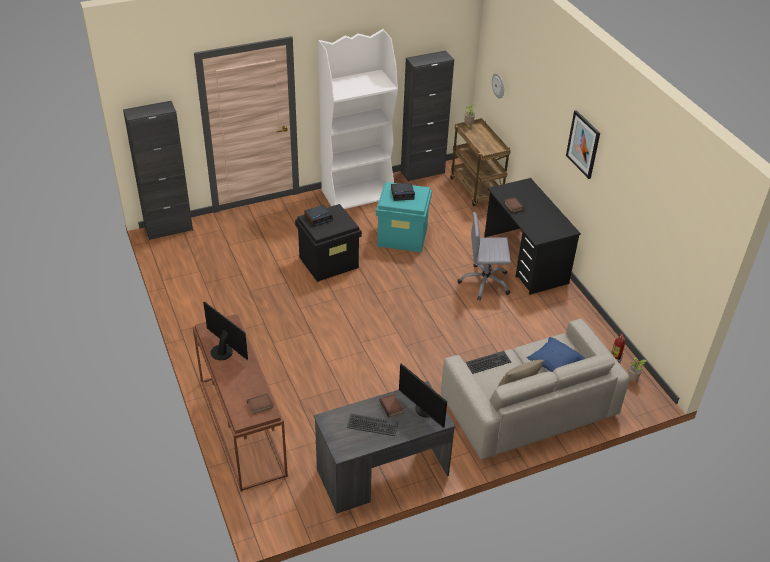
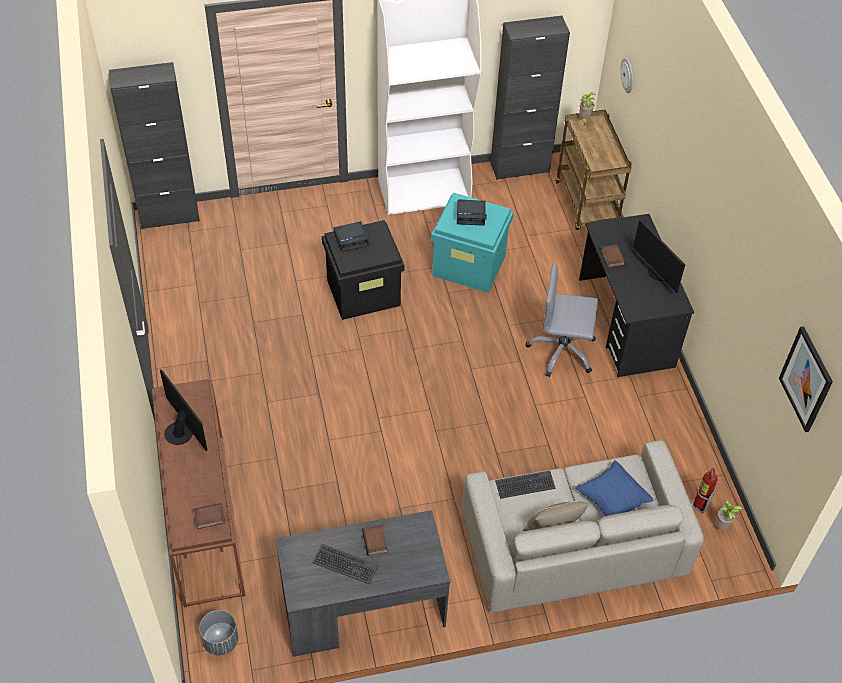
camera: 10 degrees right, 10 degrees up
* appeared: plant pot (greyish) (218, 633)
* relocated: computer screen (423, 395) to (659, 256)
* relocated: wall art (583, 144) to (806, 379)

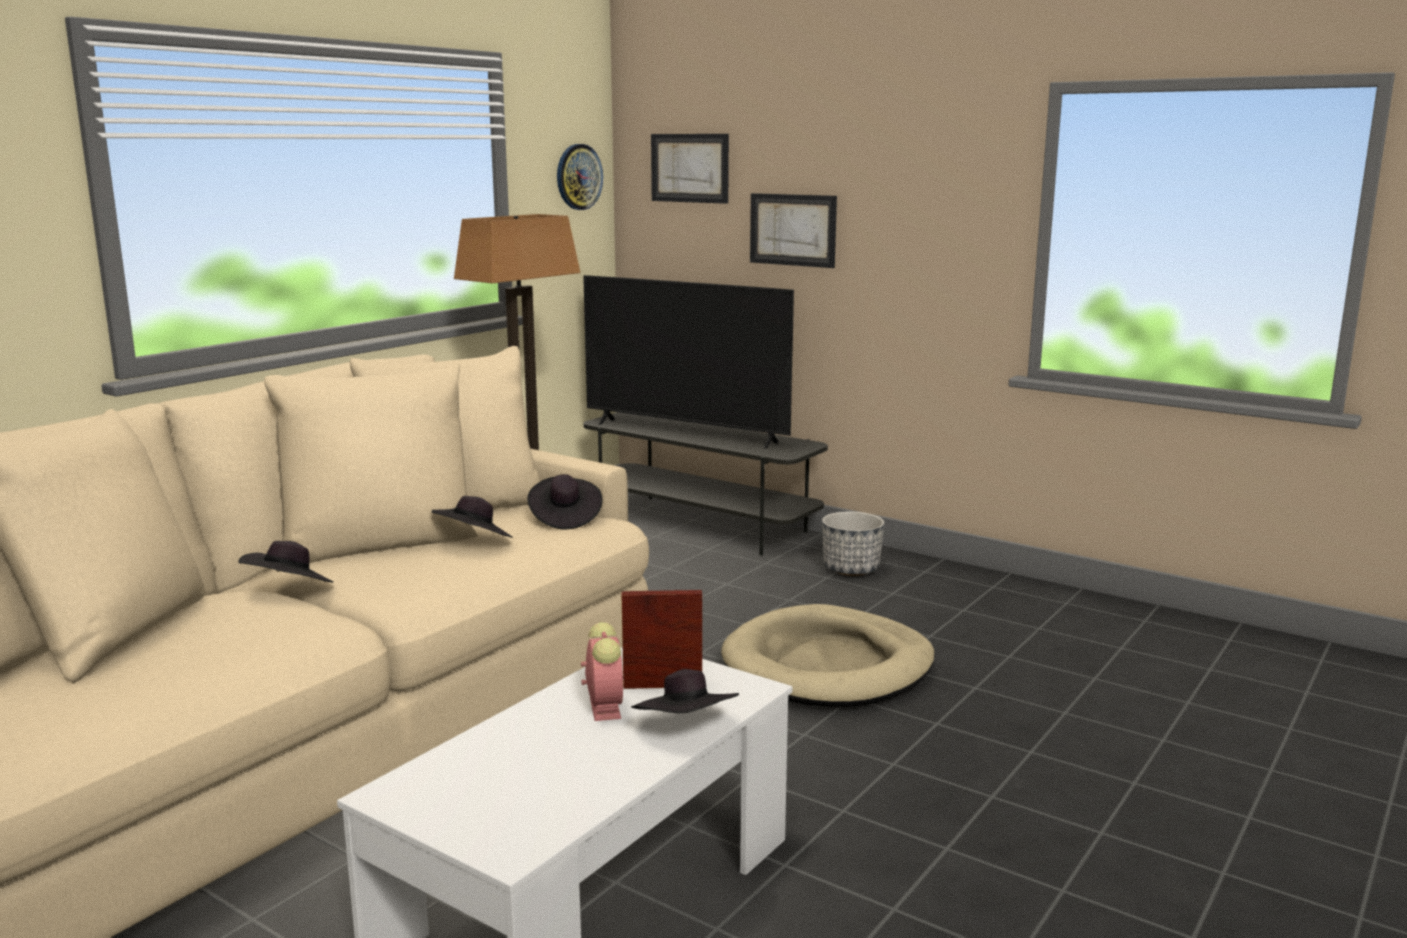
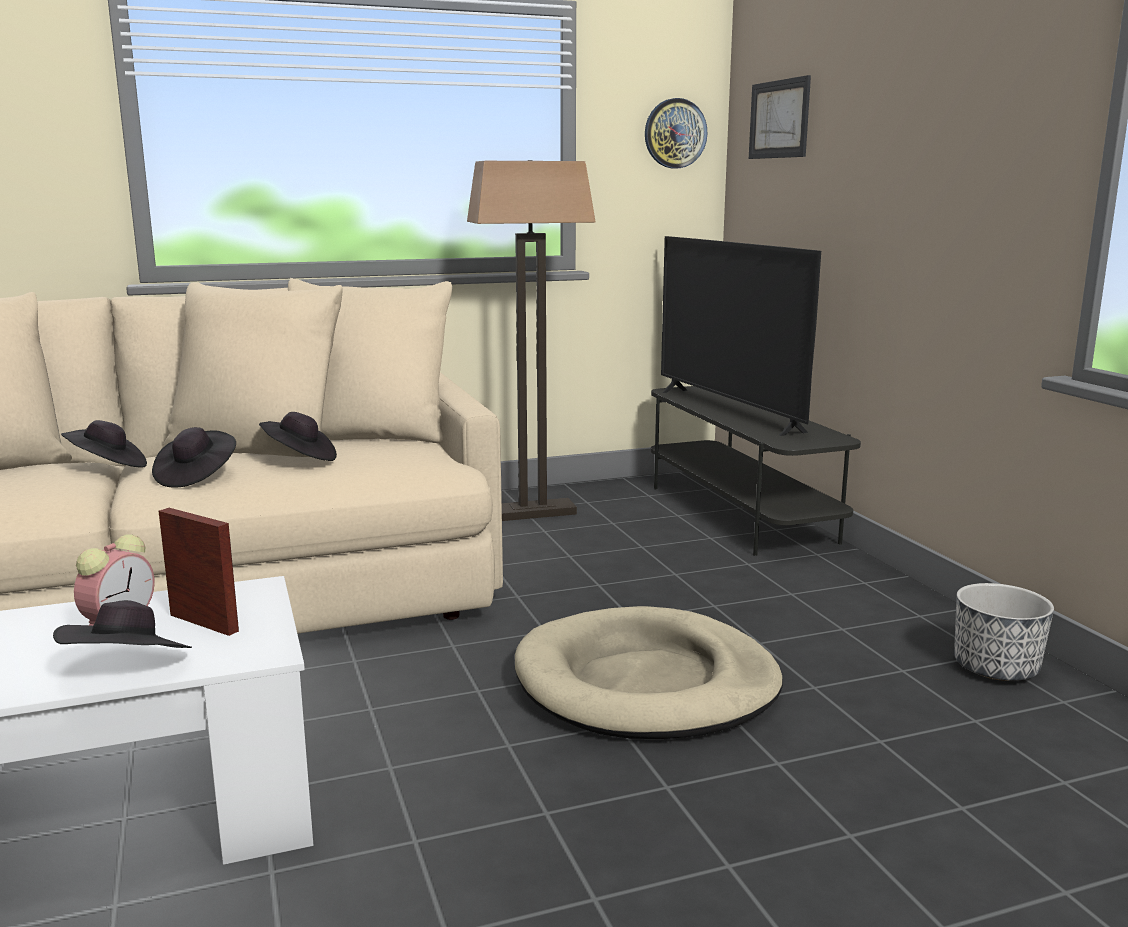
camera: 35 degrees right, 0 degrees up
* relocated: wearable hat (black-coloured) (565, 501) to (194, 457)
* relocated: plant pot (853, 543) to (1004, 632)
* missing: wall art (793, 230)

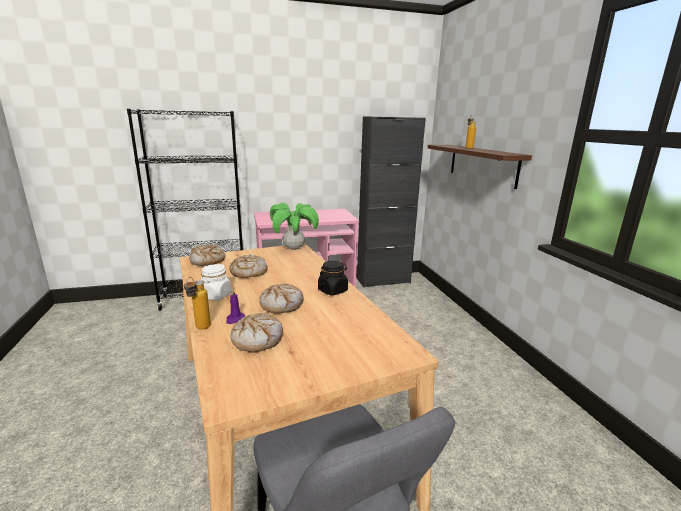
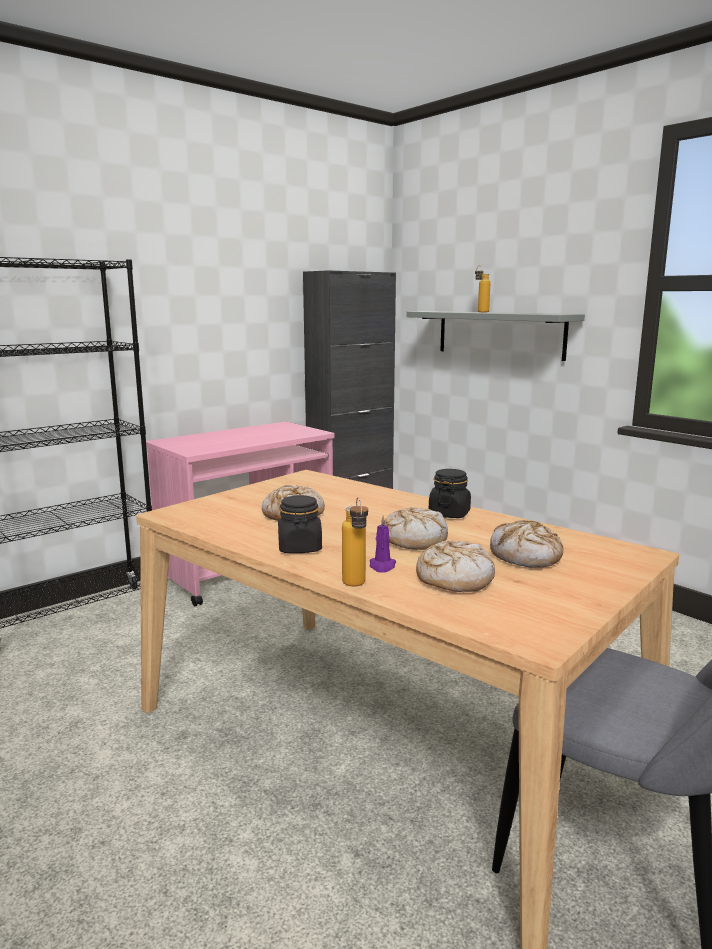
camera: 25 degrees left, 5 degrees down
* colour: preserve jar (white) (216, 282) to preserve jar (black-coloured) (300, 524)
* colour: shelf (brown-coloured) (480, 167) to shelf (greyish) (495, 336)
* relocated: baked bread (207, 255) to (527, 544)
* missing: houseplant (294, 226)

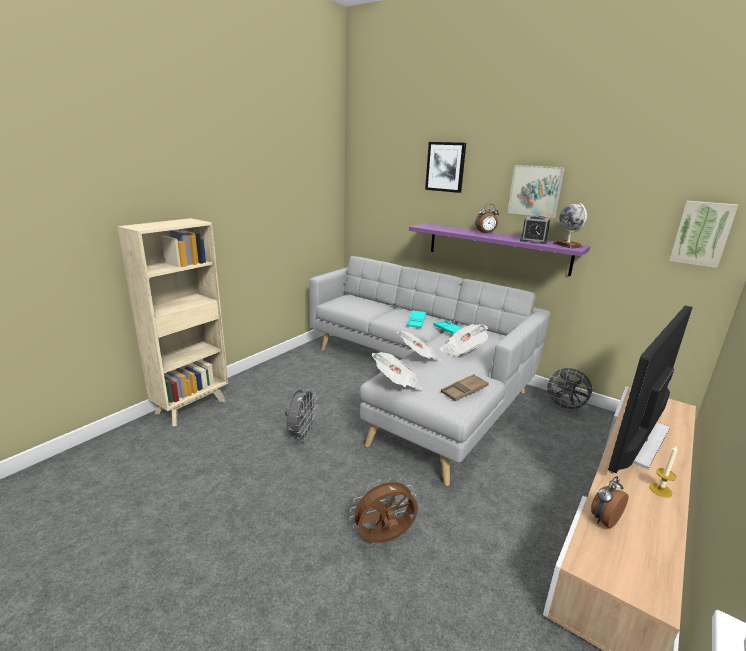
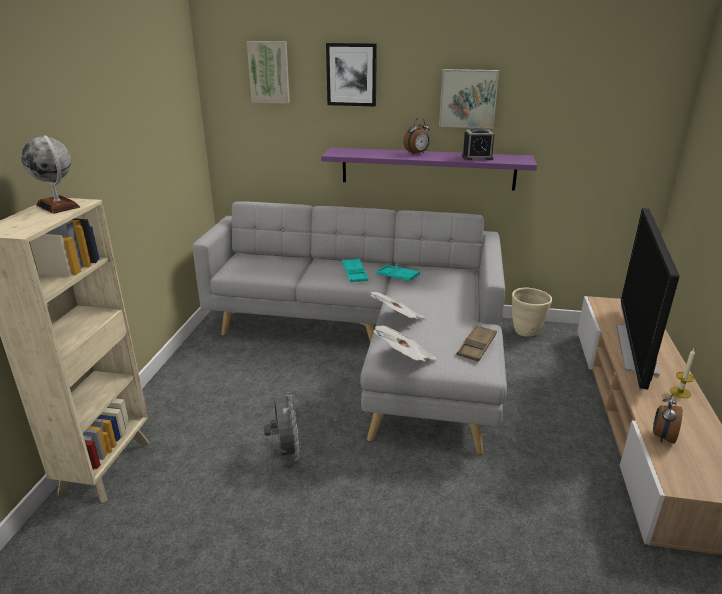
camera: 25 degrees left, 5 degrees up
* relocated: world globe (570, 225) to (50, 175)
* relocated: wall art (703, 234) to (268, 72)
* exchanged: fan (greyish) (569, 390) to plant pot (beige) (532, 312)
* missing: fan (brown-coloured) (383, 509)
* missing: printed paper (464, 340)

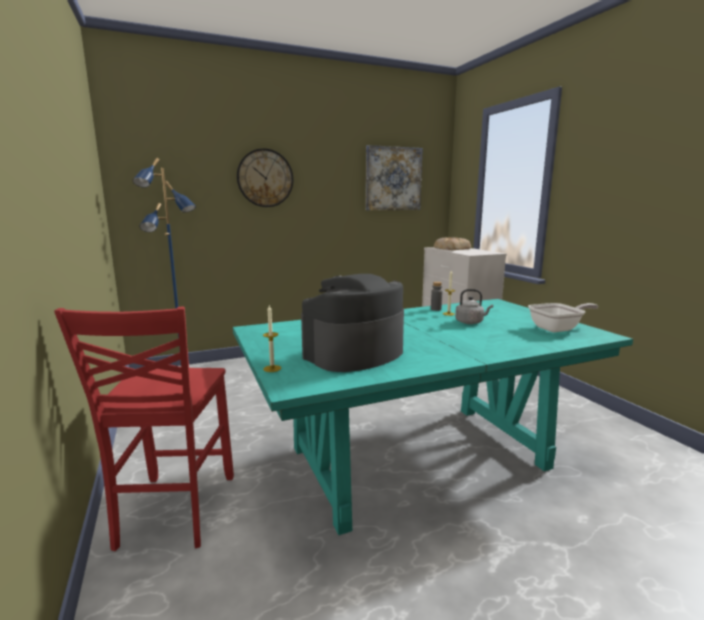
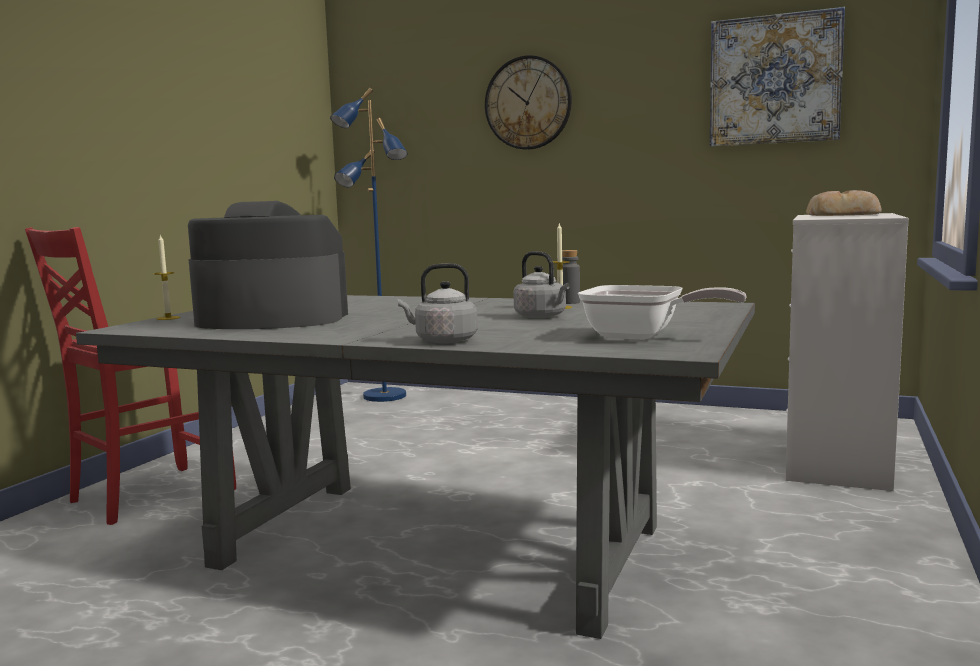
camera: 45 degrees right, 5 degrees down
* colour: dinner table (turquoise) (433, 417) to dinner table (greyish) (415, 467)
* appeared: kettle (greyish) (438, 303)

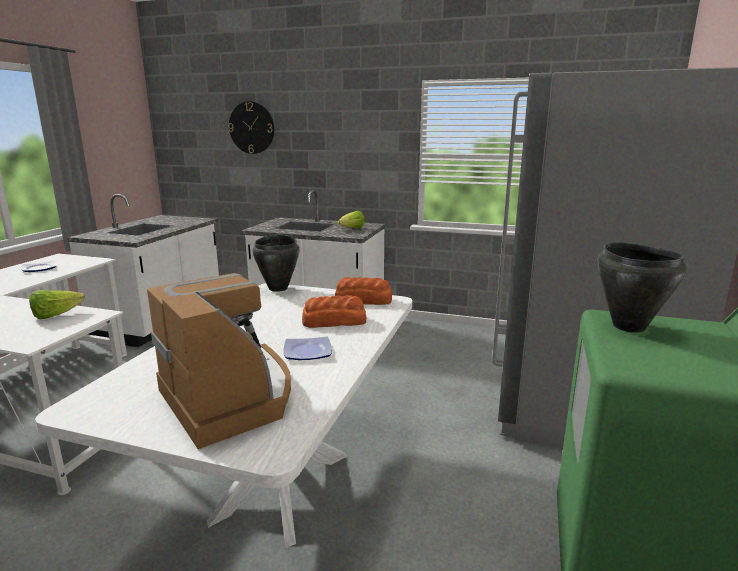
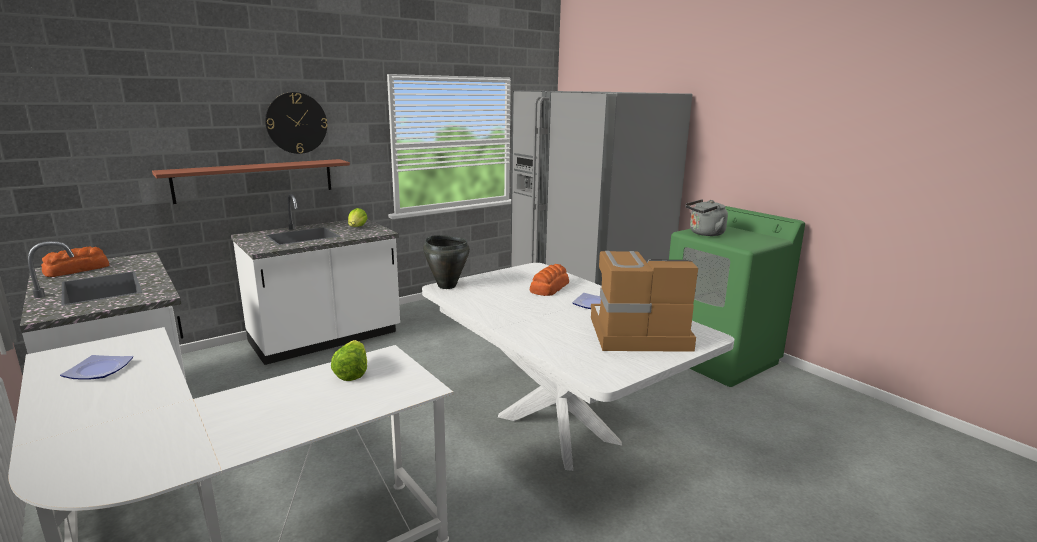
camera: 55 degrees left, 0 degrees up
* relocated: baked bread (363, 291) to (75, 261)
* appeared: shelf (251, 181)
* relocated: wall clock (251, 127) to (296, 123)
* exchanged: saucepot (black-coloured) (642, 287) to kettle (greyish) (706, 217)

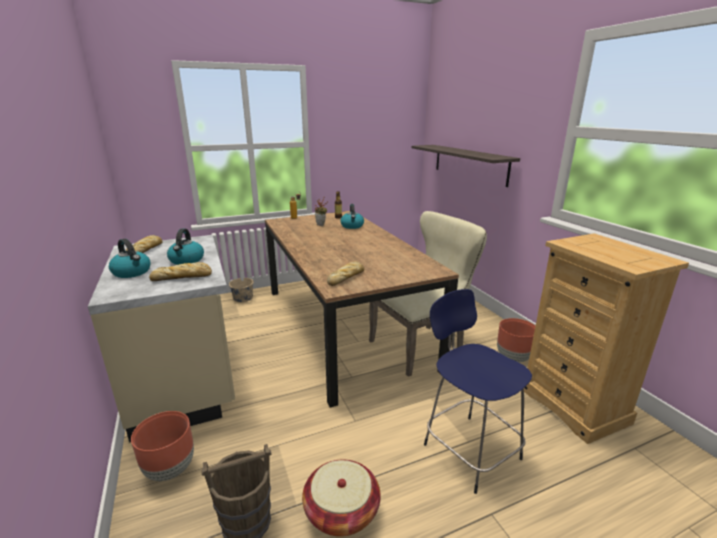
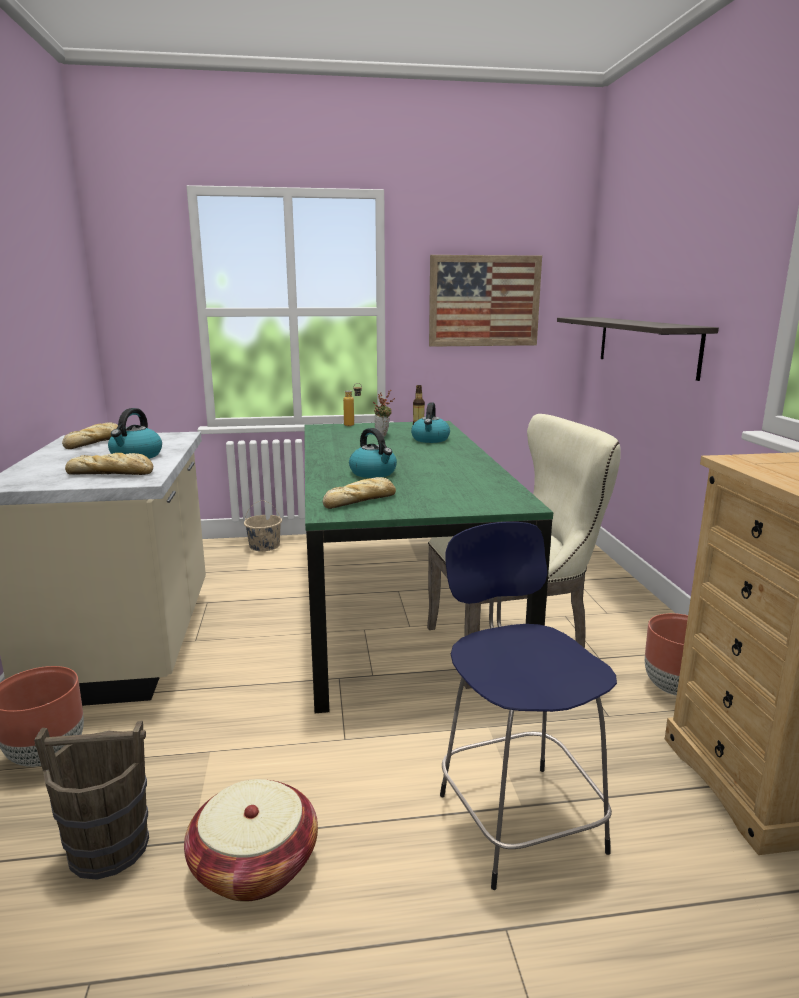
camera: 15 degrees right, 5 degrees down
* colour: dinner table (brown-coloured) (362, 309) to dinner table (green) (428, 567)
* relocated: kettle (130, 258) to (373, 453)
* appeared: wall art (485, 301)

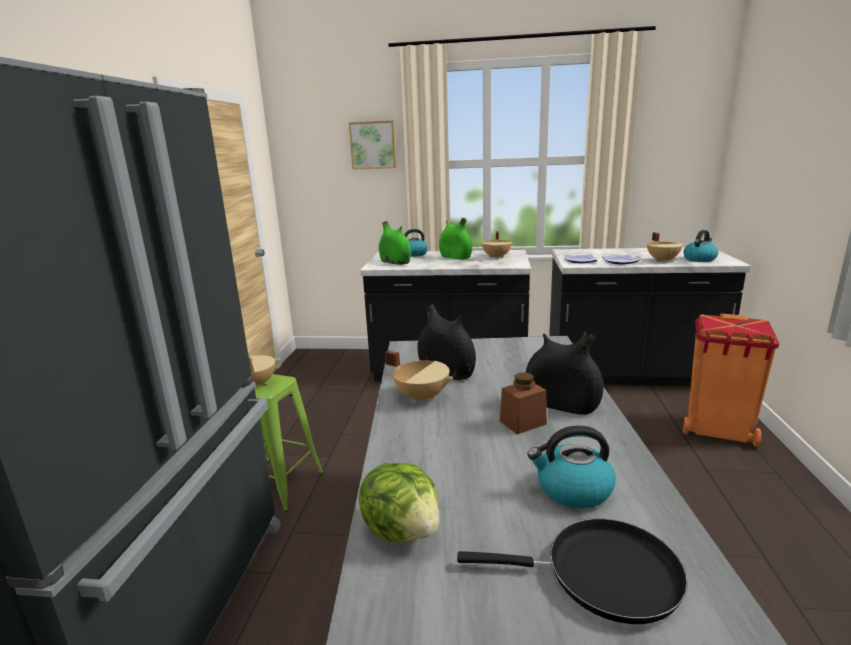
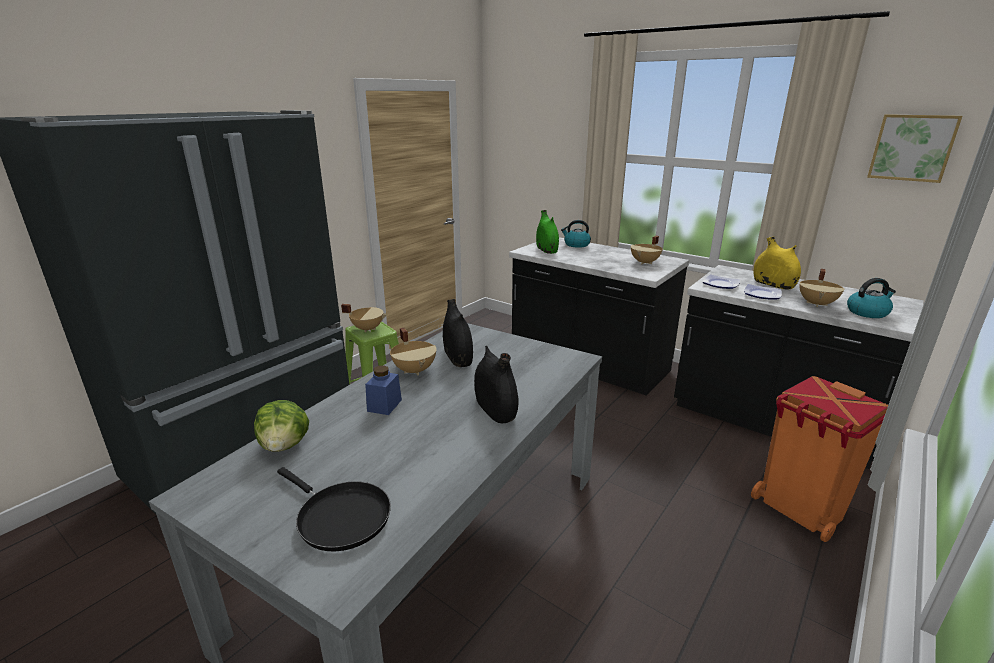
camera: 30 degrees right, 5 degrees up
* appeared: preserve jar (blue-coloured) (383, 390)
* appeared: decorative vase (yellow-coloured) (777, 262)
* relocated: wall art (373, 145) to (914, 148)
* missing: decorative vase (green) (455, 238)
* missing: preserve jar (brown-coloured) (523, 403)
* missing: kettle (571, 467)

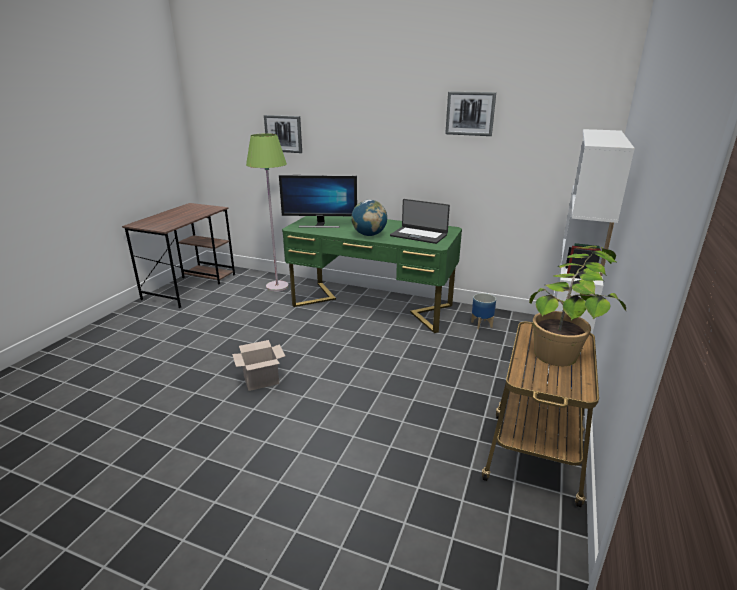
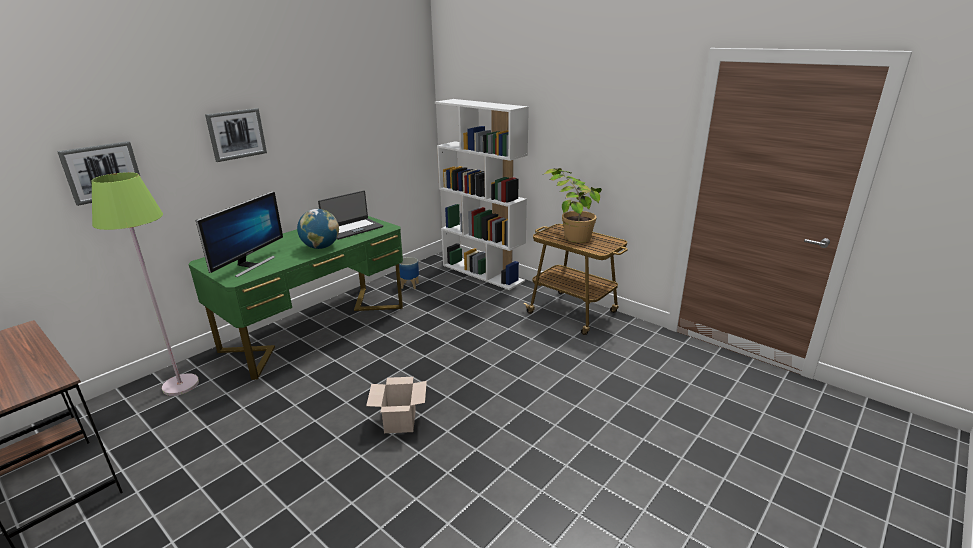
camera: 70 degrees left, 0 degrees up
* relocated: wall art (470, 113) to (236, 135)

